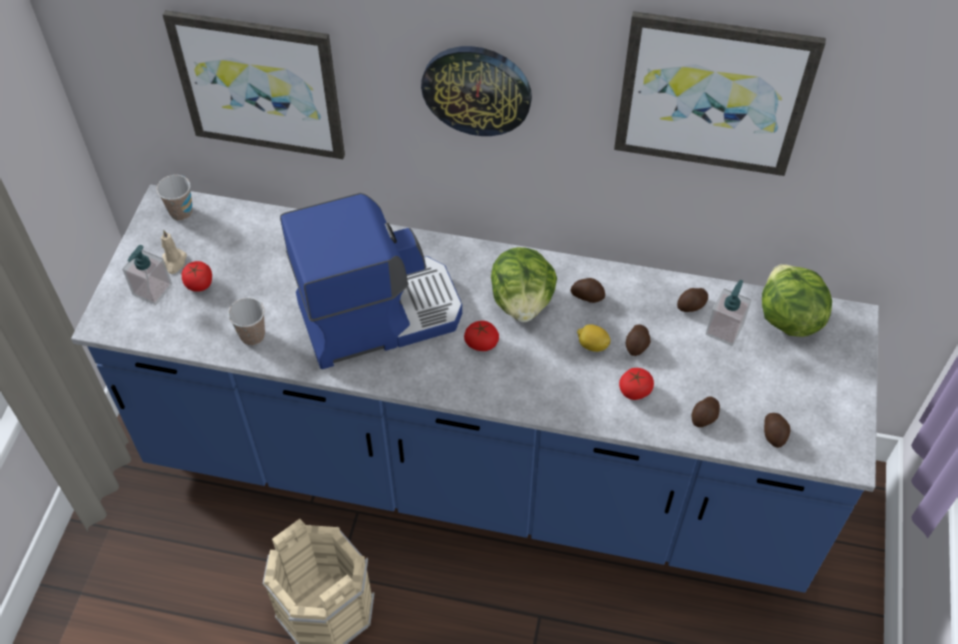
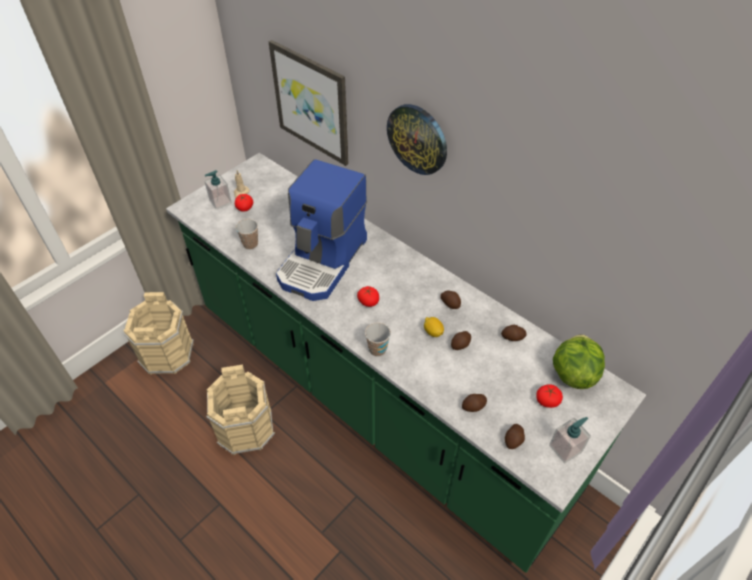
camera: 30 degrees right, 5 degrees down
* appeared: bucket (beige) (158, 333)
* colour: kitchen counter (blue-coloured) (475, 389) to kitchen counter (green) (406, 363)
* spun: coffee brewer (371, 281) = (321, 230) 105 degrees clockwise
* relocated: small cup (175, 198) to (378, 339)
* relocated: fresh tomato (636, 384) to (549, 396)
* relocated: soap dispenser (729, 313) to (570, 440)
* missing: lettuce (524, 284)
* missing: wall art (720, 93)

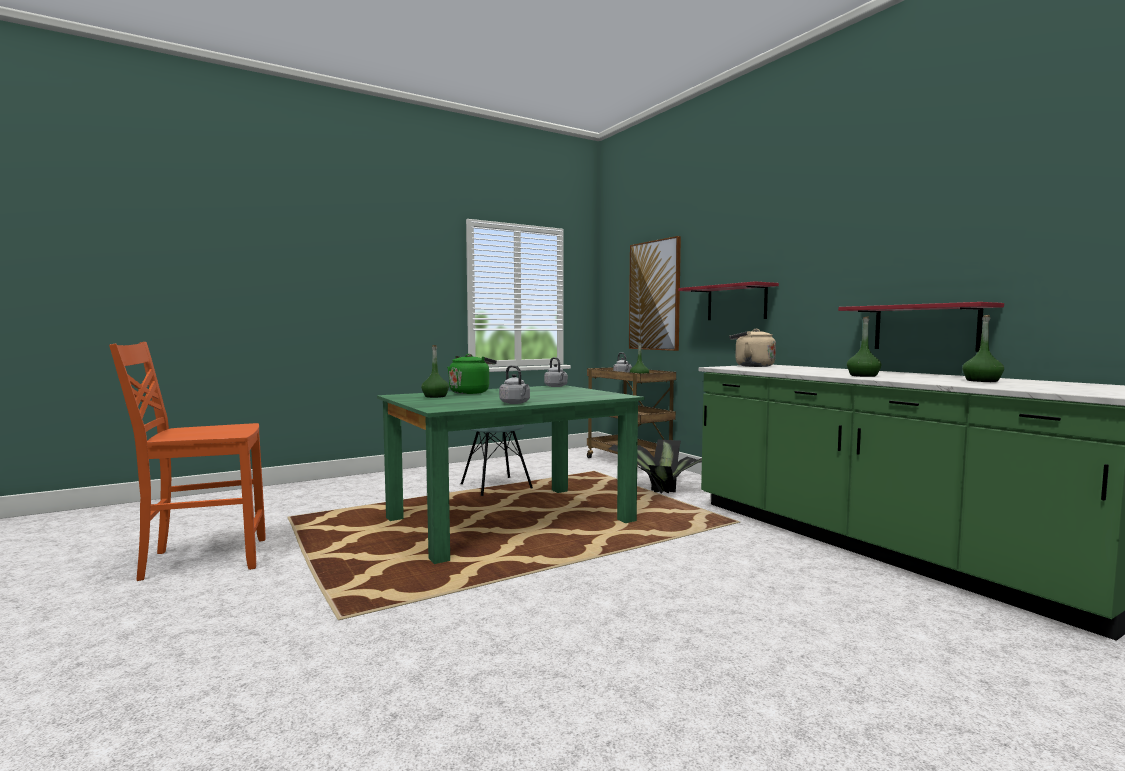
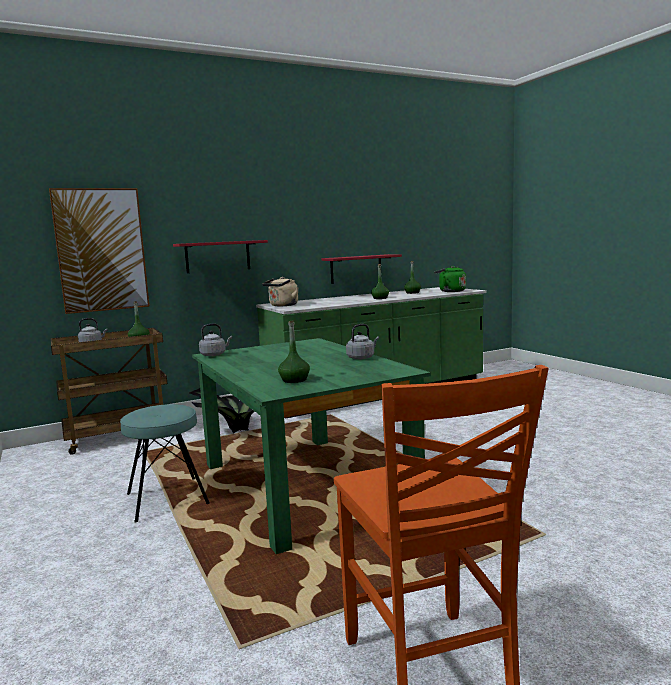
camera: 85 degrees left, 5 degrees up
* relocated: kettle (green) (472, 374) to (450, 279)

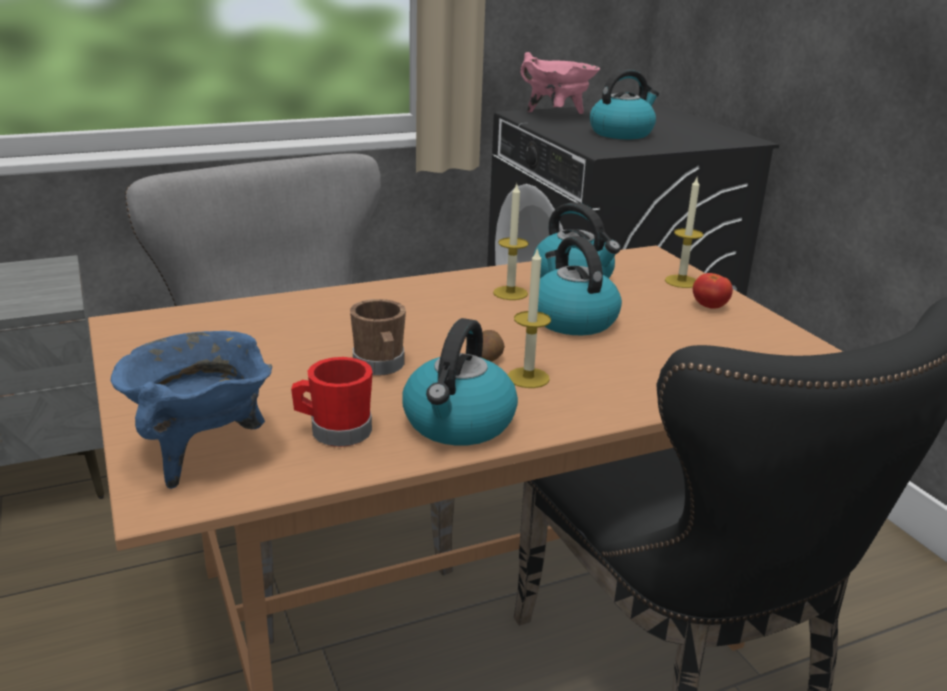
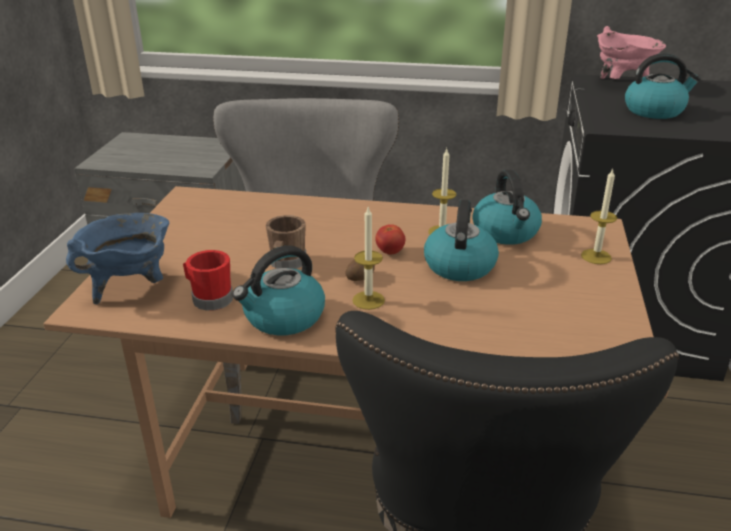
camera: 35 degrees right, 5 degrees up
* relocated: fresh tomato (713, 291) to (390, 239)

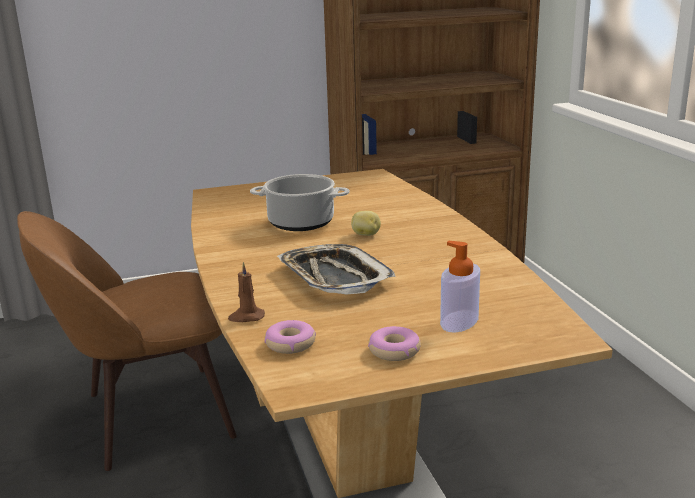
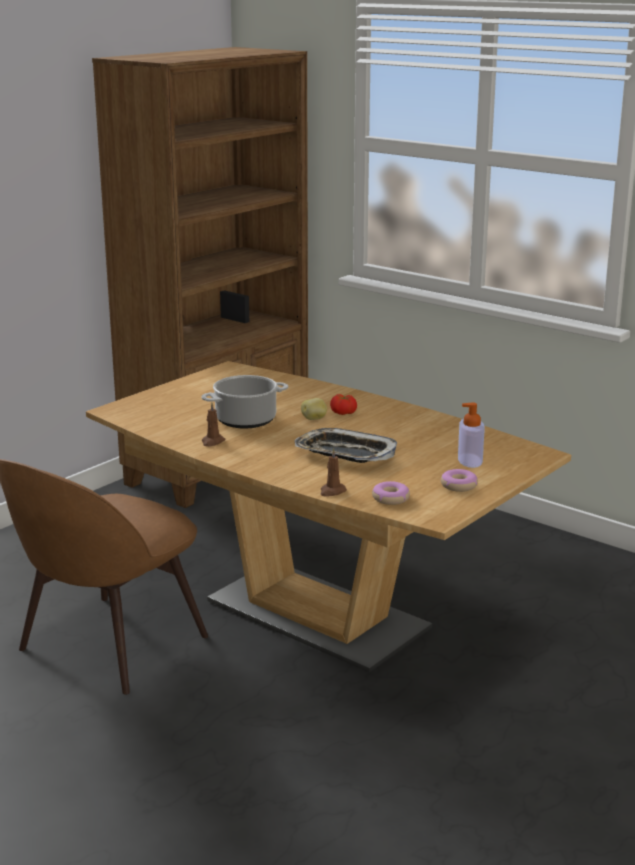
camera: 35 degrees left, 0 degrees up
* appeared: candle (brown-coloured) (213, 425)
* appeared: fresh tomato (343, 404)

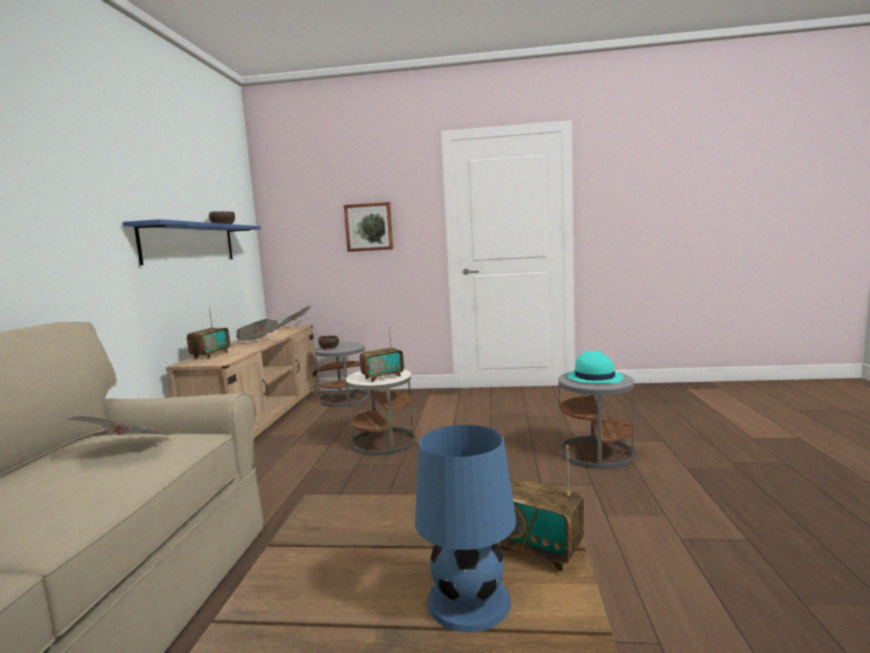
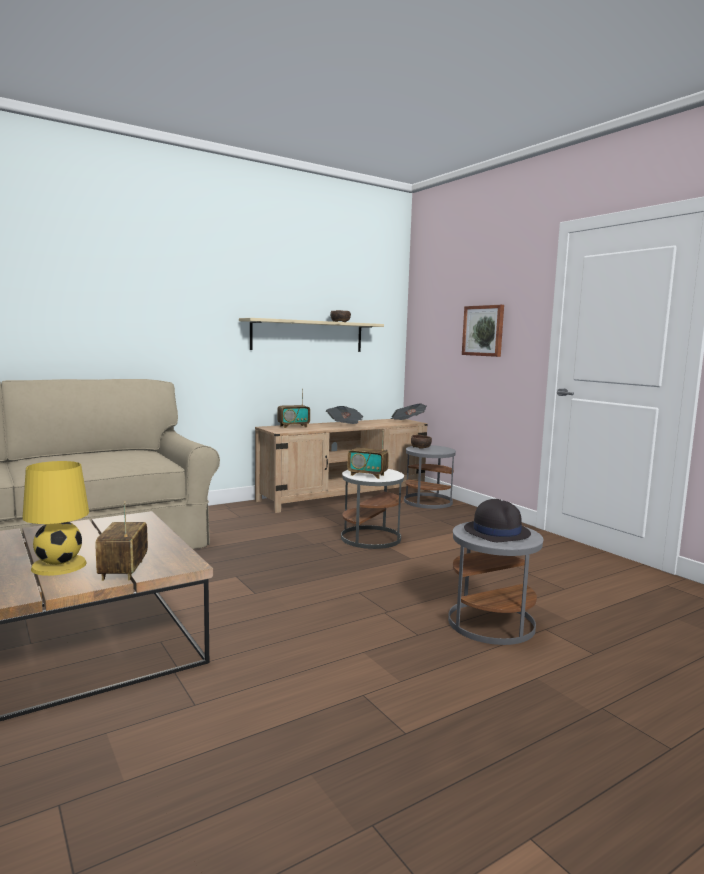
camera: 50 degrees right, 0 degrees up
* colour: lamp for a table (blue-coloured) (465, 528) to lamp for a table (yellow-coloured) (55, 518)
* colour: shelf (blue-coloured) (191, 242) to shelf (beige) (311, 335)
* colour: wearable hat (turquoise) (595, 367) to wearable hat (black-coloured) (497, 520)
* missing: printed paper (119, 425)

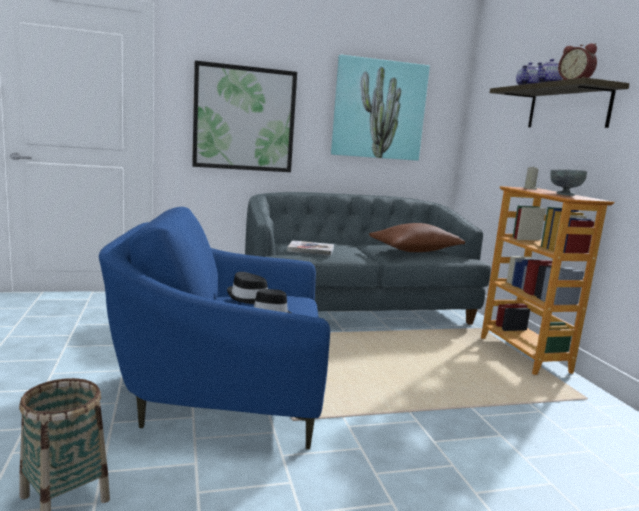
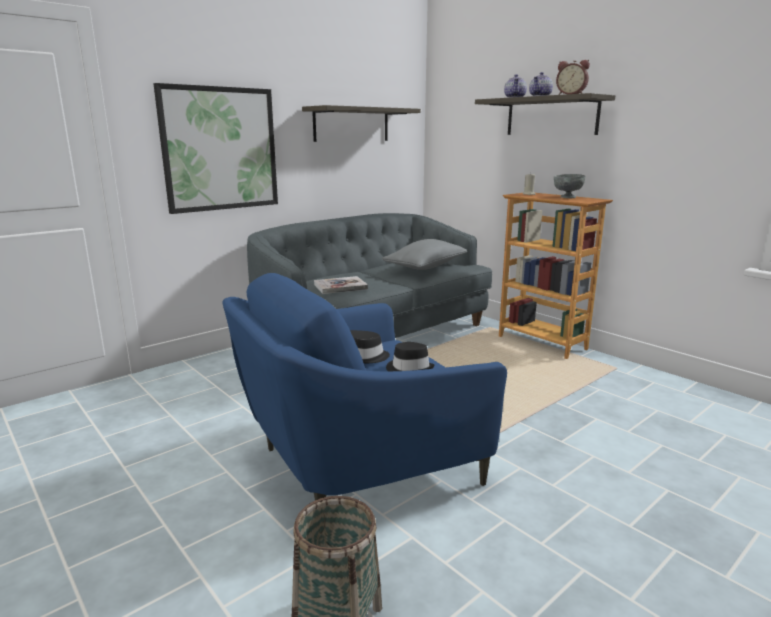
camera: 25 degrees left, 5 degrees up
* exchanged: wall art (380, 108) to shelf (361, 123)
* colour: throw pillow (brown-coloured) (417, 237) to throw pillow (greyish) (424, 254)

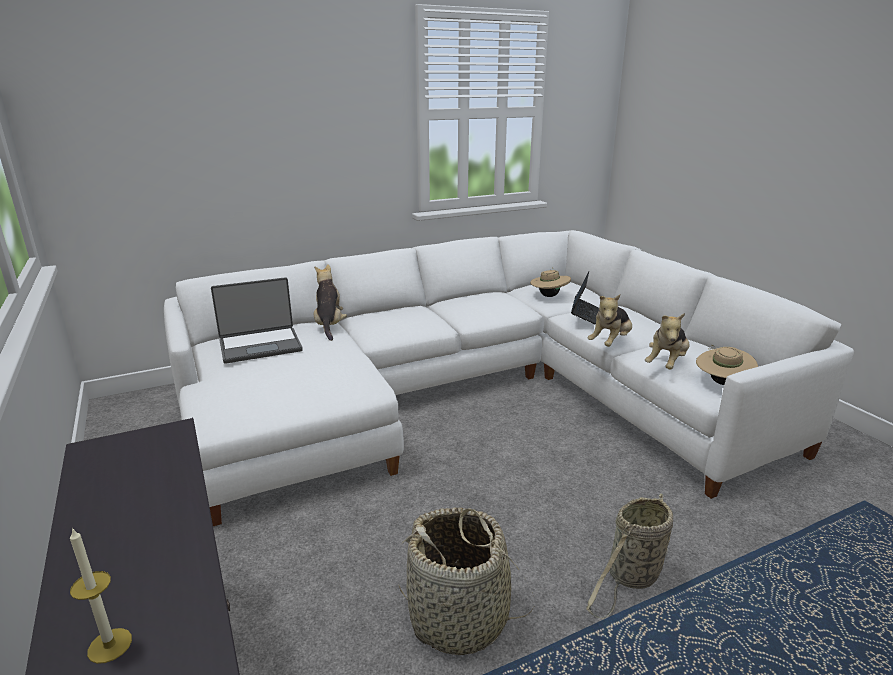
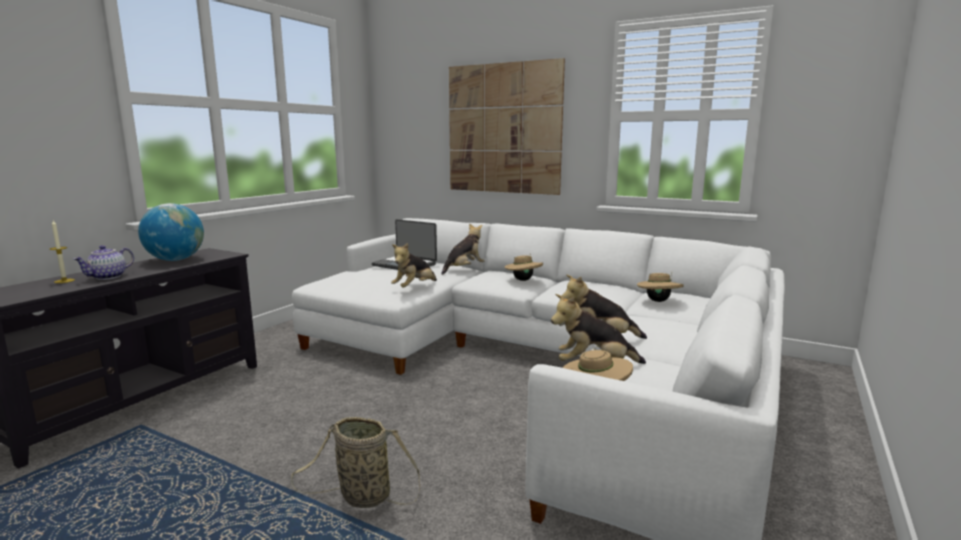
camera: 55 degrees right, 10 degrees down
* appeared: tea pot (103, 262)
* appeared: world globe (171, 232)
* appeared: plush toy (414, 265)
* appeared: wall art (507, 126)
* appeared: wearable hat (beige) (523, 267)
* missing: household basket (466, 581)
* missing: laptop (585, 298)

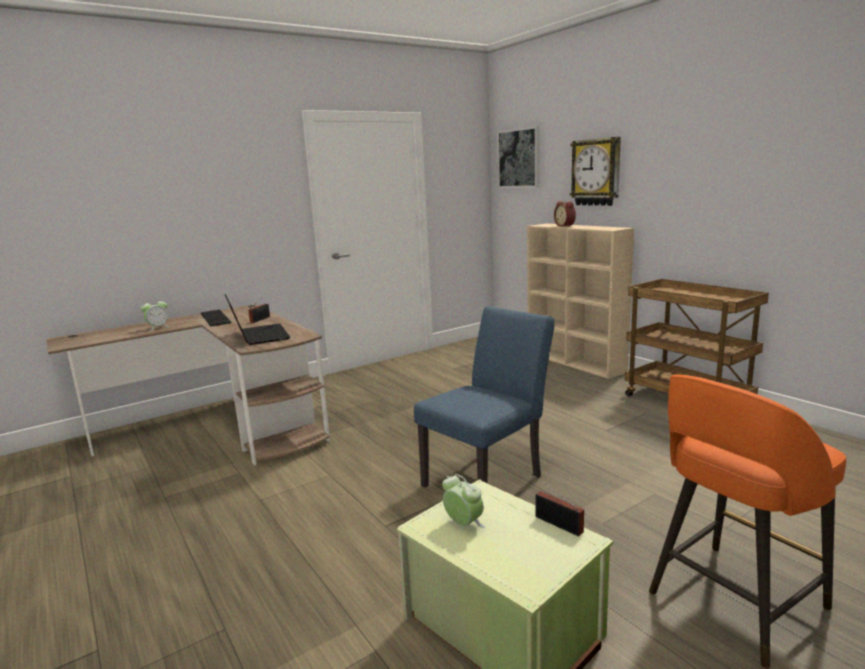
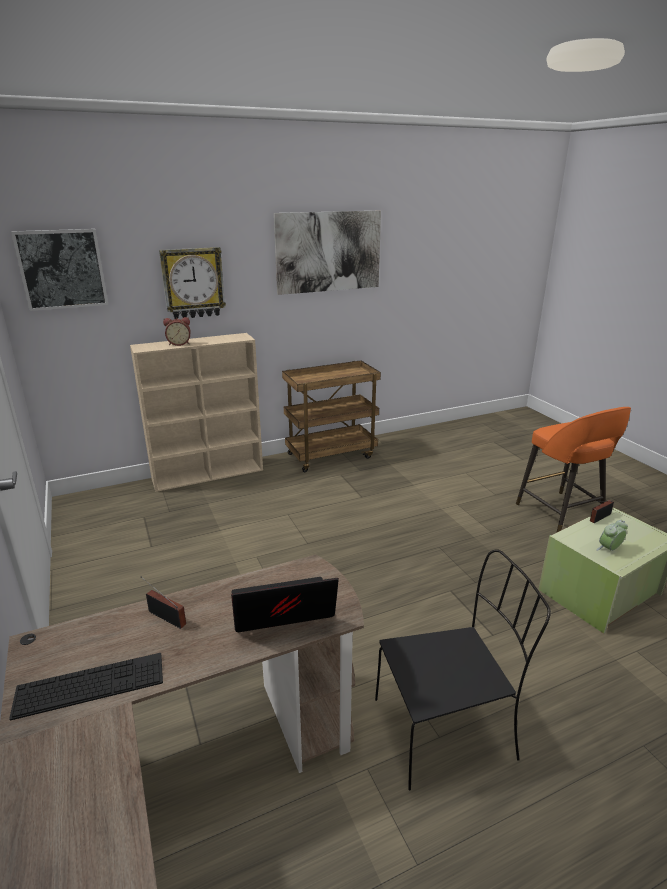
camera: 80 degrees left, 10 degrees up
* appeared: wall art (327, 253)
* appeared: chair (black-coloured) (463, 669)
* missing: table clock (155, 315)
* missing: chair (blue-coloured) (484, 396)

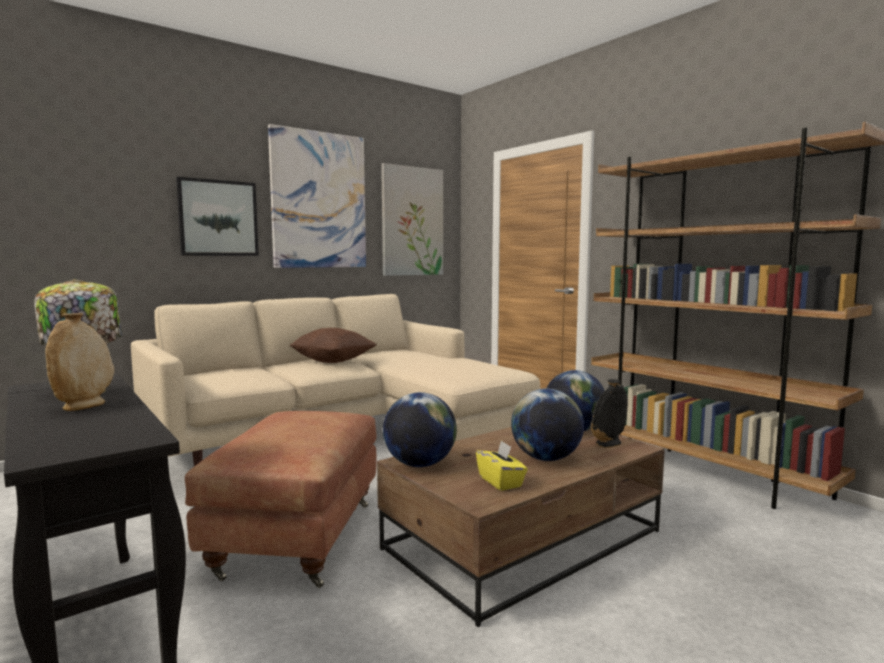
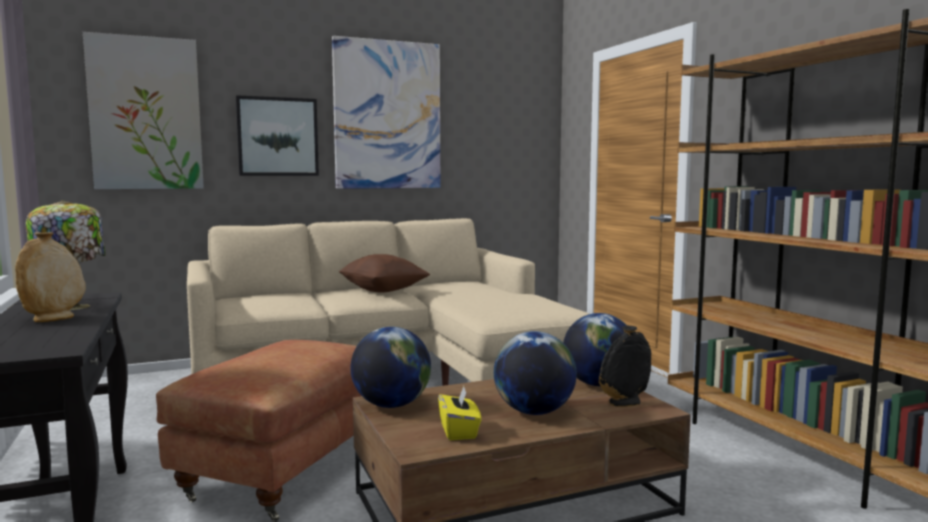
camera: 15 degrees right, 0 degrees up
* relocated: wall art (412, 219) to (143, 110)

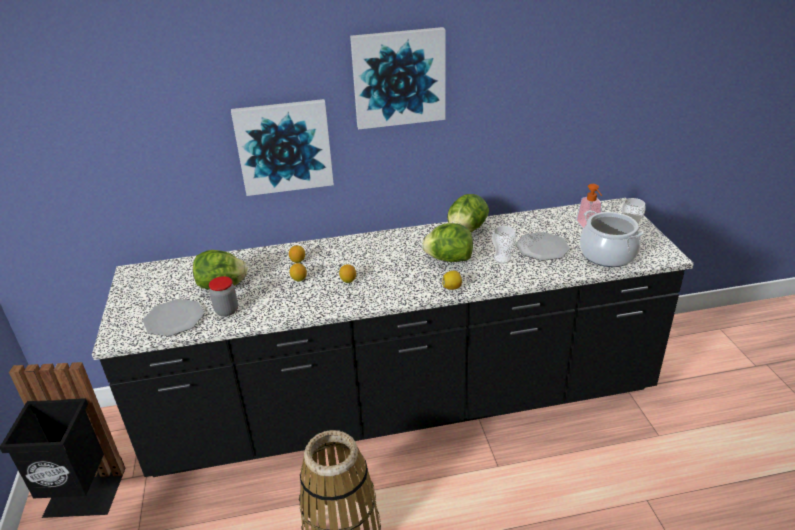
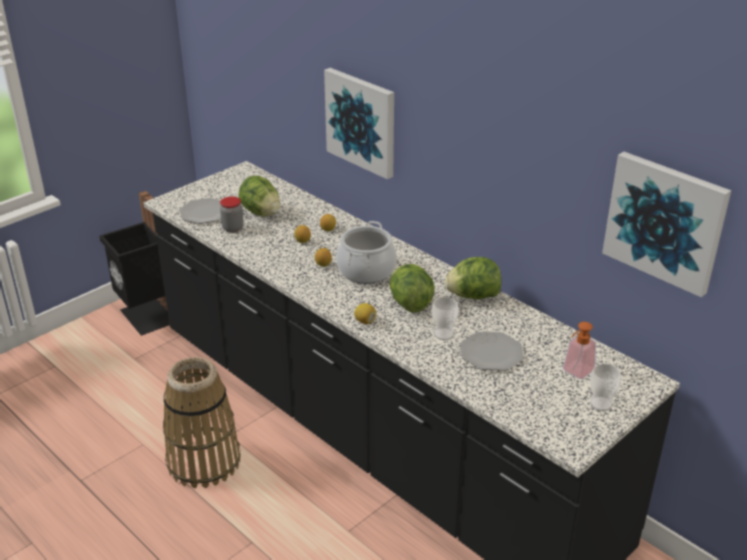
camera: 55 degrees right, 0 degrees up
* relocated: saucepot (612, 238) to (366, 252)
* relocated: wall art (398, 78) to (666, 224)

